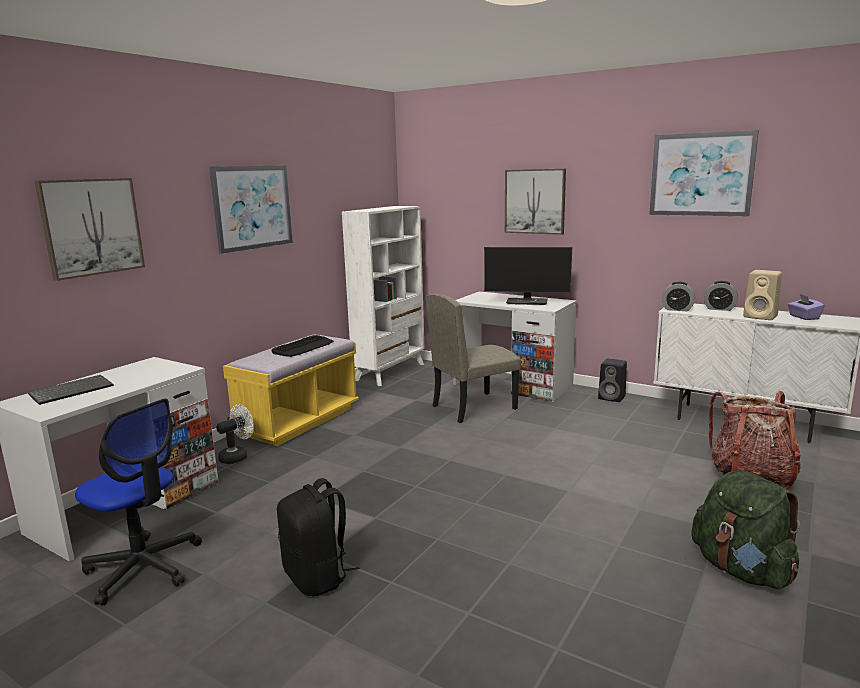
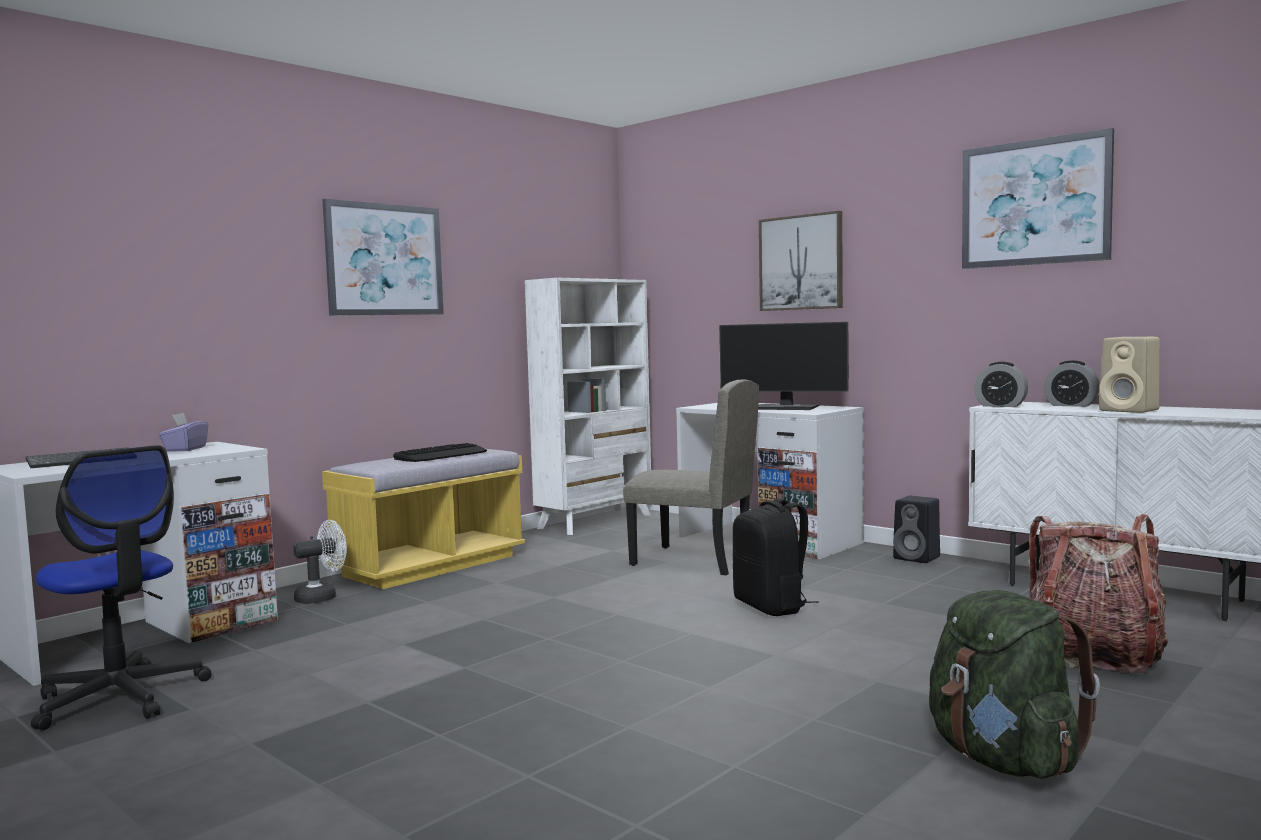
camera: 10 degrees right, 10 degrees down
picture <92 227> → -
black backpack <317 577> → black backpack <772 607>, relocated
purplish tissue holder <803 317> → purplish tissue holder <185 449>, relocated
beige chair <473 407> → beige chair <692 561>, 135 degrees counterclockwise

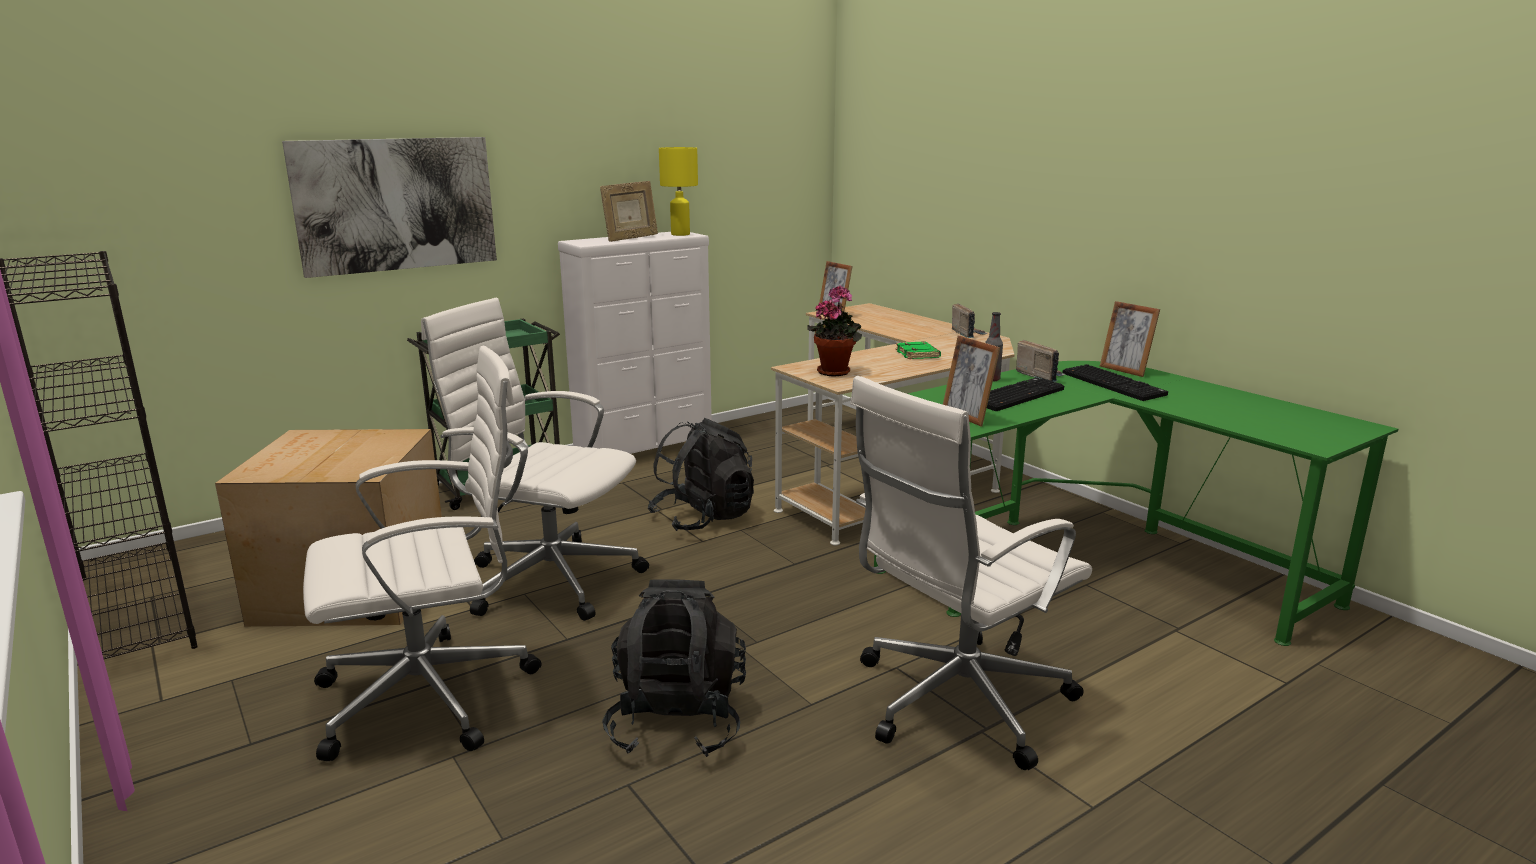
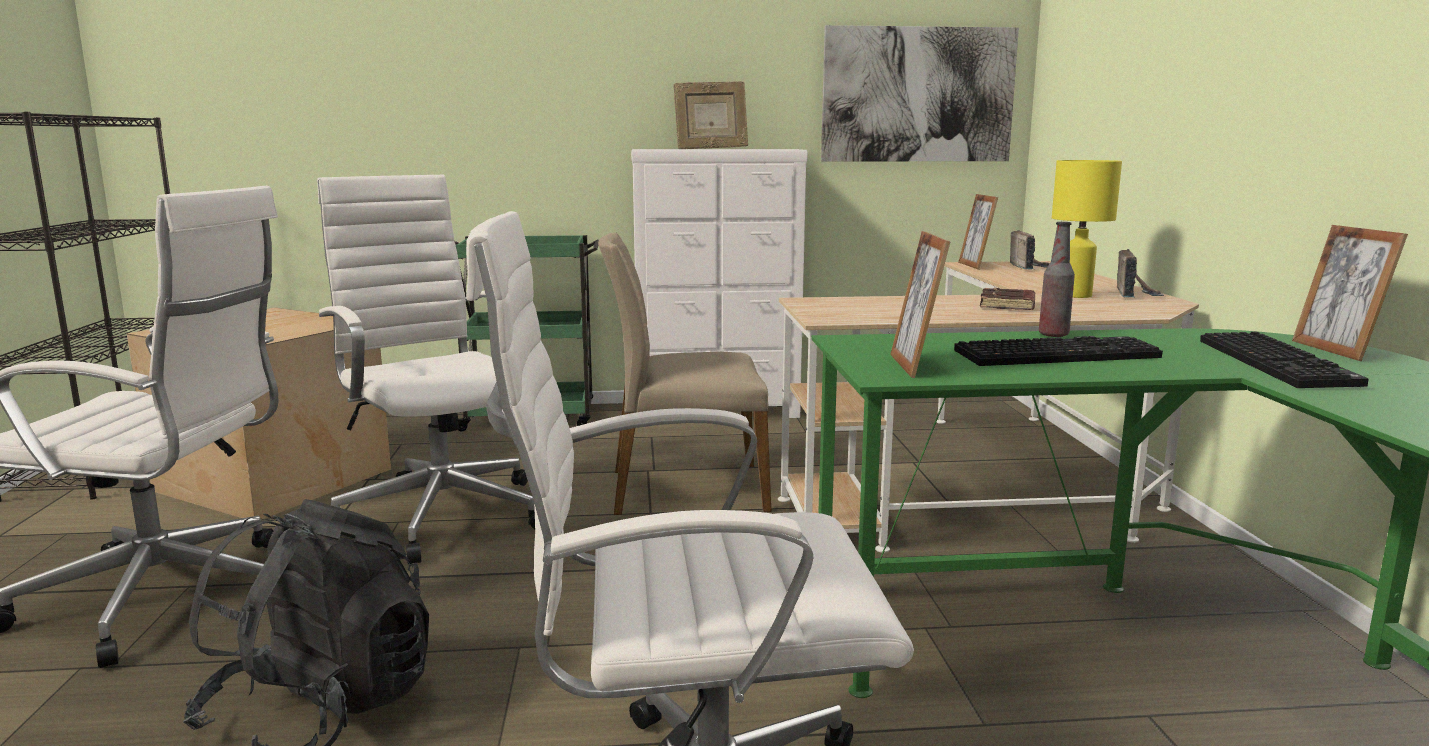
camera: 30 degrees right, 5 degrees down
potted plant <835 371> → -
picture <396 204> → picture <918 95>, relocated
yellowish table lamp <679 234> → yellowish table lamp <1075 295>, relocated
radio receiver <1040 376> → radio receiver <1028 267>, relocated
black backpack <703 518> → beige chair <685 489>
greenish volume <918 354> → brown-coloured volume <1008 305>

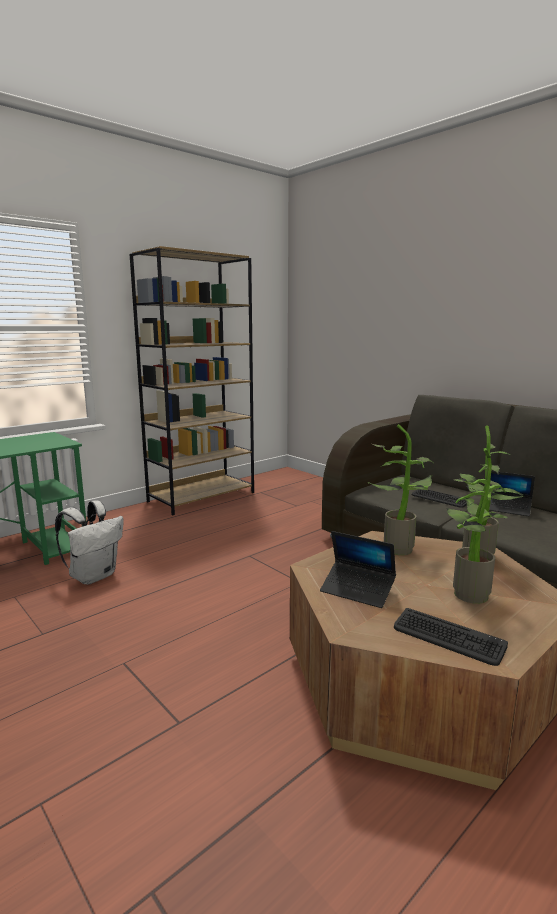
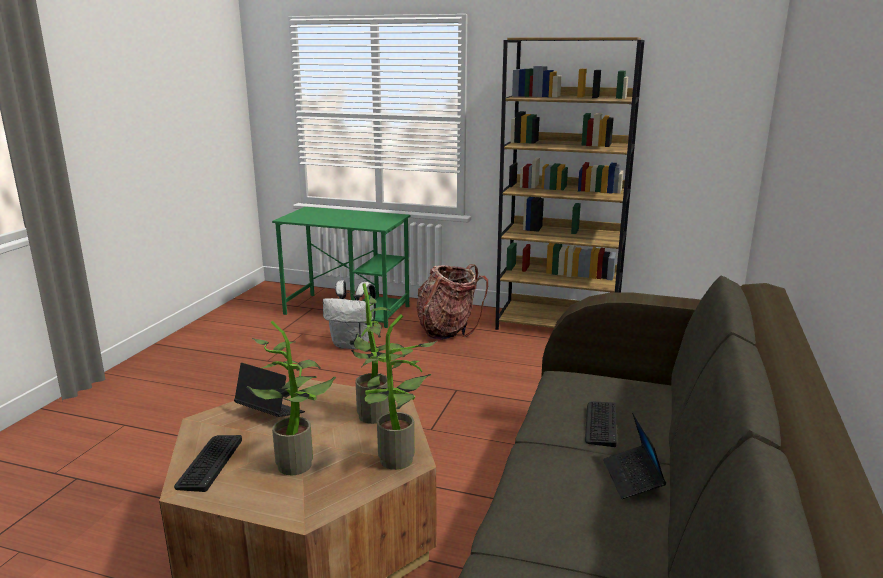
camera: 60 degrees right, 5 degrees up
- → backpack <447 330>
laptop <357 590> → laptop <270 413>, 120 degrees clockwise

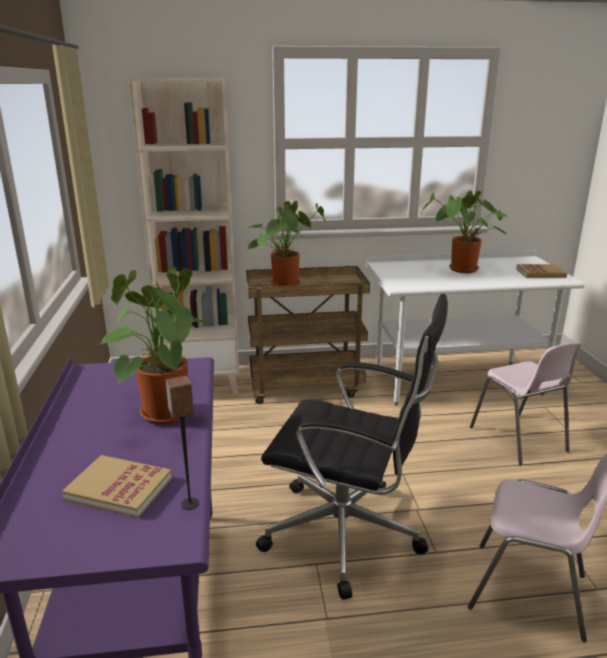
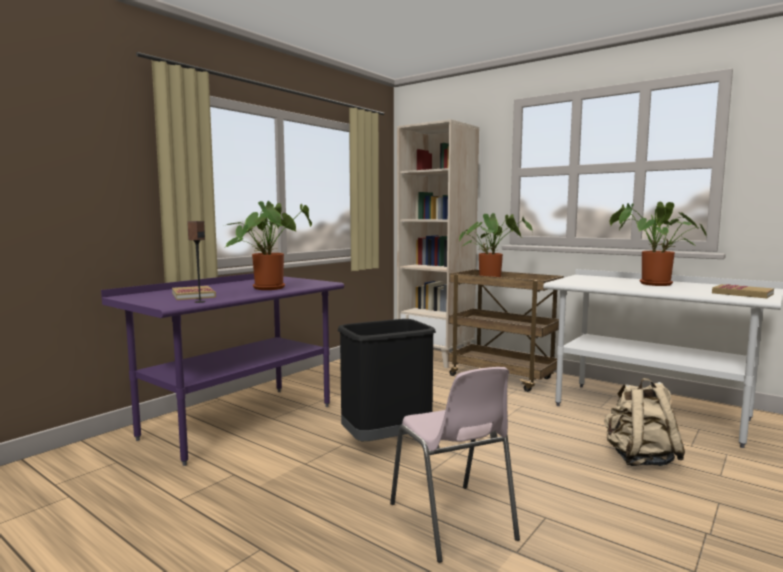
camera: 45 degrees right, 15 degrees down
black office chair <347 534> → black waste bin <386 442>
pinkish chair <518 440> → beige backpack <639 459>

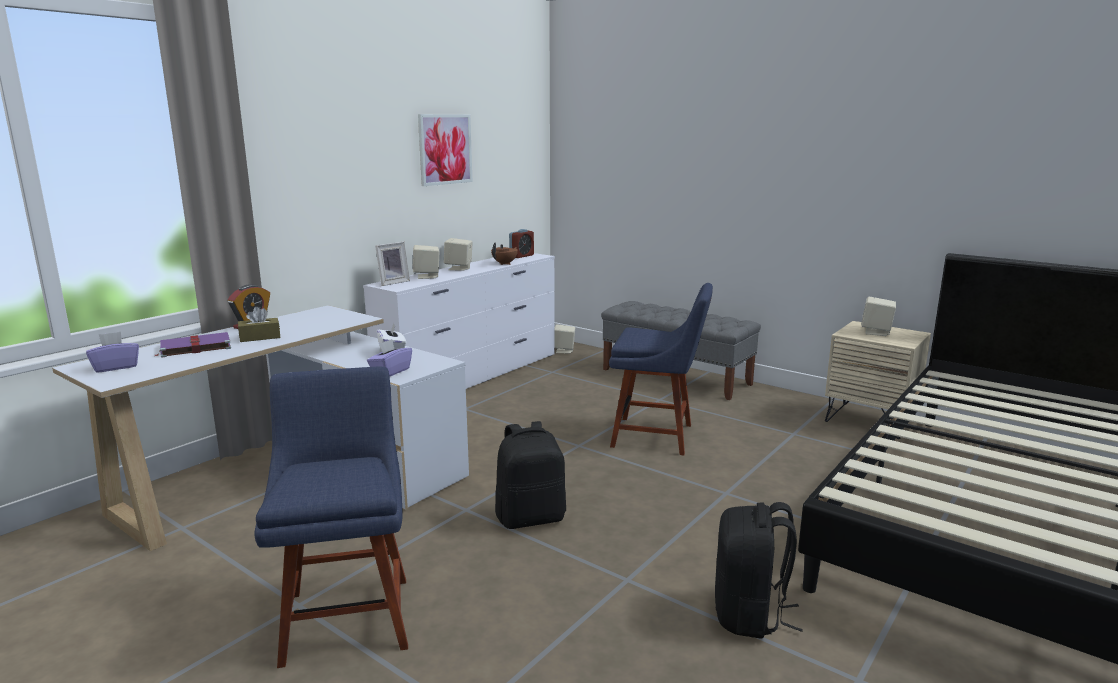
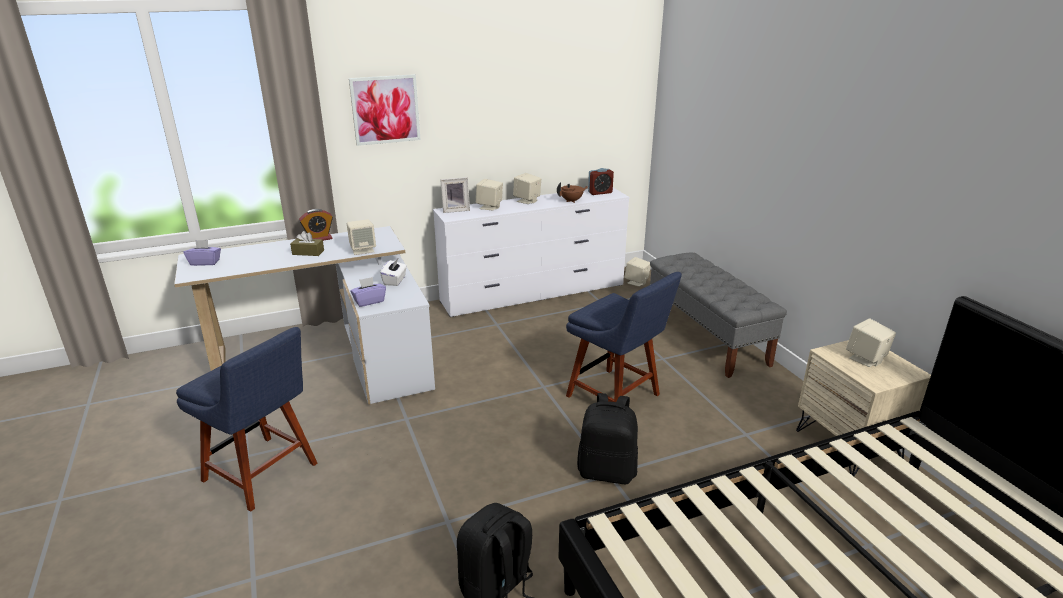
camera: 30 degrees right, 10 degrees up
purplish volume <194 347> → -
- → beige loudspeaker <363 250>
picture <445 149> → picture <385 109>, relocated
black backpack <531 518> → black backpack <607 471>, relocated
bluish chair <347 614> → bluish chair <264 474>, 105 degrees clockwise

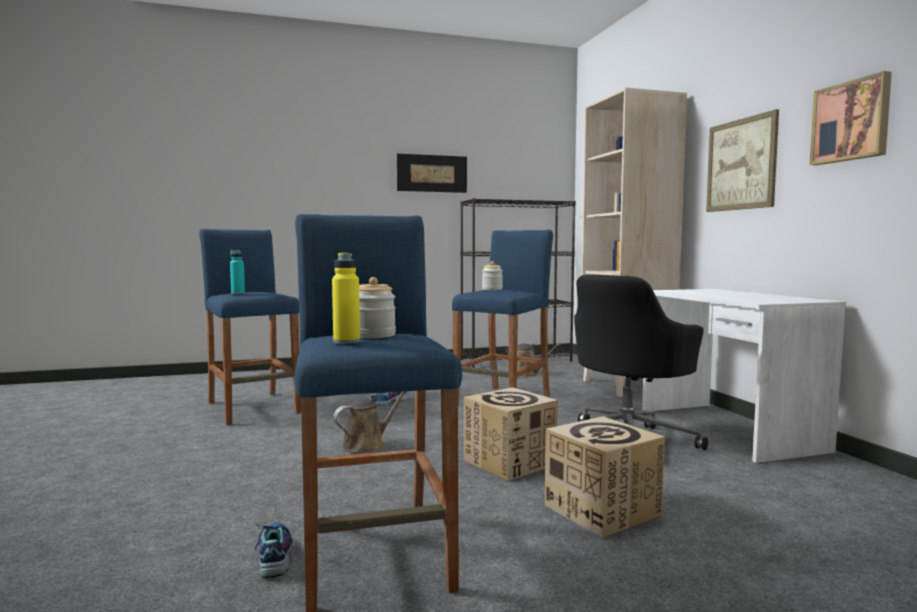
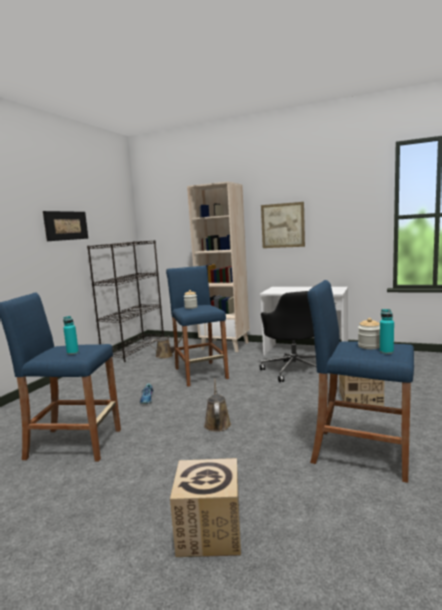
camera: 50 degrees left, 5 degrees up
low shoe <274 556> → -
picture <851 121> → -
packing box <509 463> → packing box <210 531>, relocated
yellowish beverage bottle <346 341> → blue-green beverage bottle <386 352>

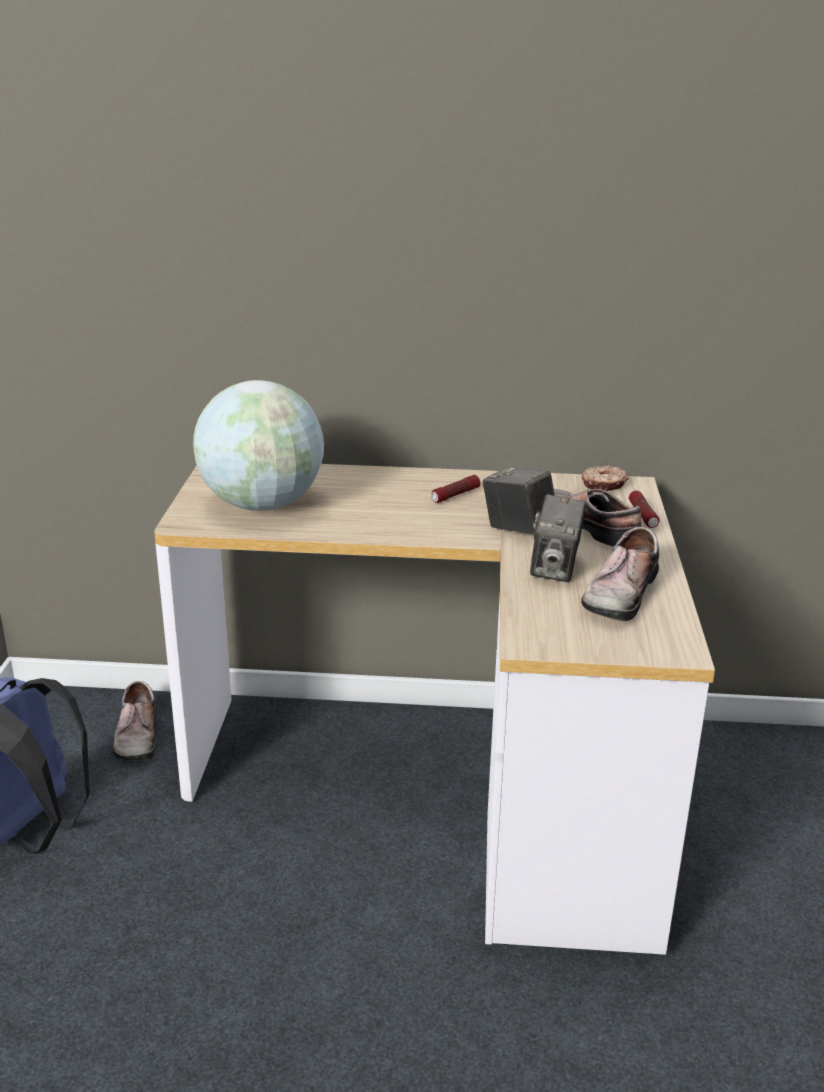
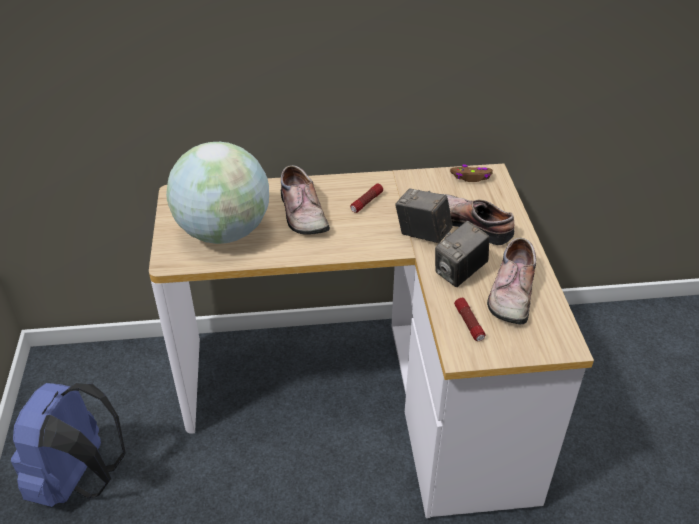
camera: 10 degrees left, 15 degrees up
low shoe <135 735> → low shoe <300 213>, relocated
flashlight <643 516> → flashlight <469 324>, relocated
donut <604 485> → brown-coloured joypad <471 177>
still camera <555 569> → still camera <459 273>, 45 degrees clockwise

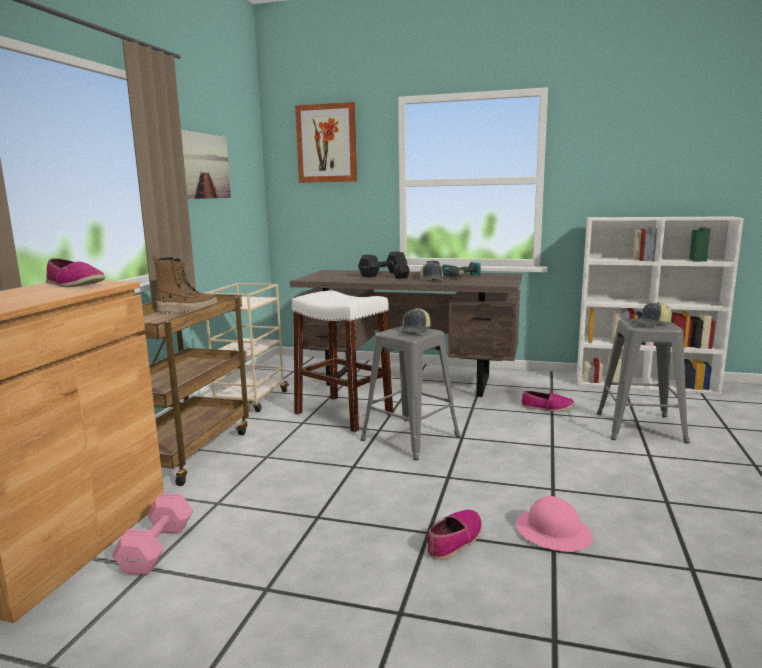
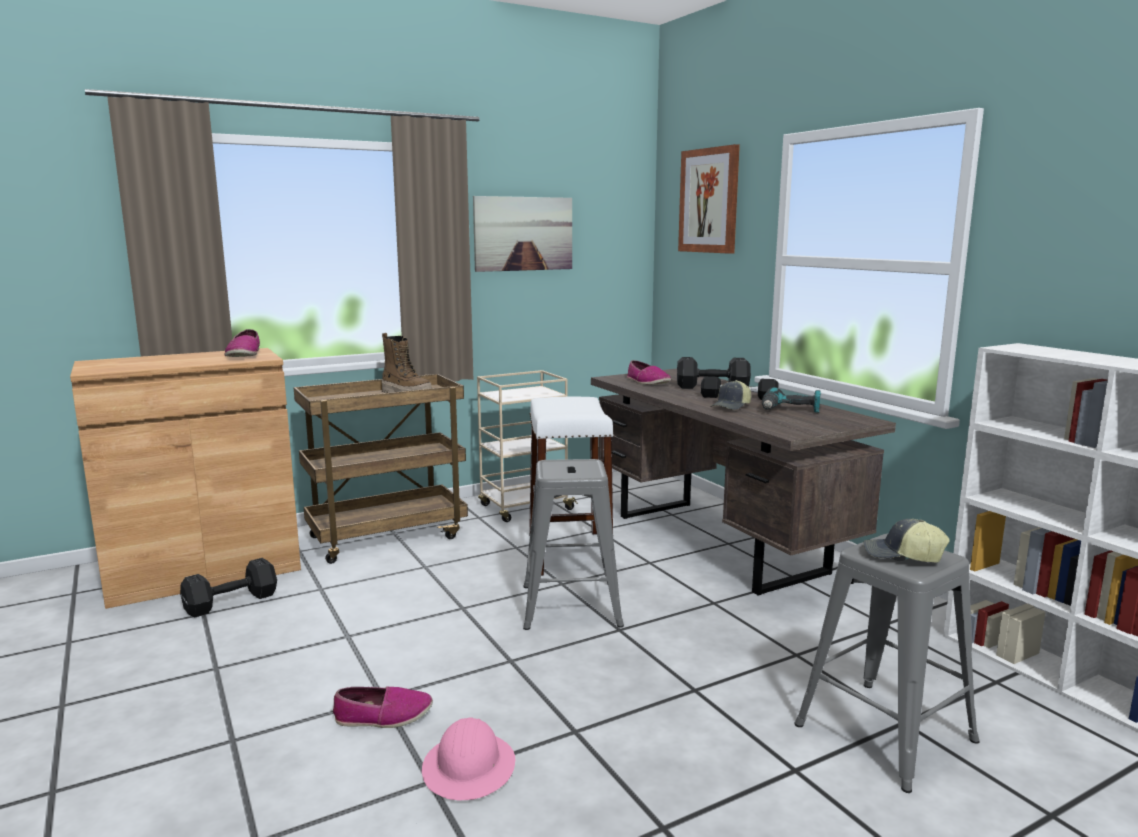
camera: 45 degrees right, 0 degrees up
baseball cap <416 331> → -
low shoe <547 407> → low shoe <647 382>, relocated
pinkish free weight <155 549> → black free weight <229 603>

